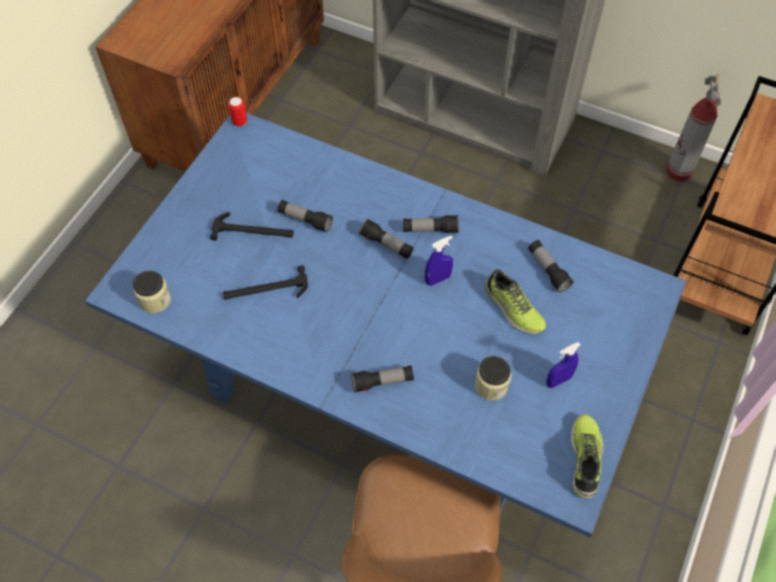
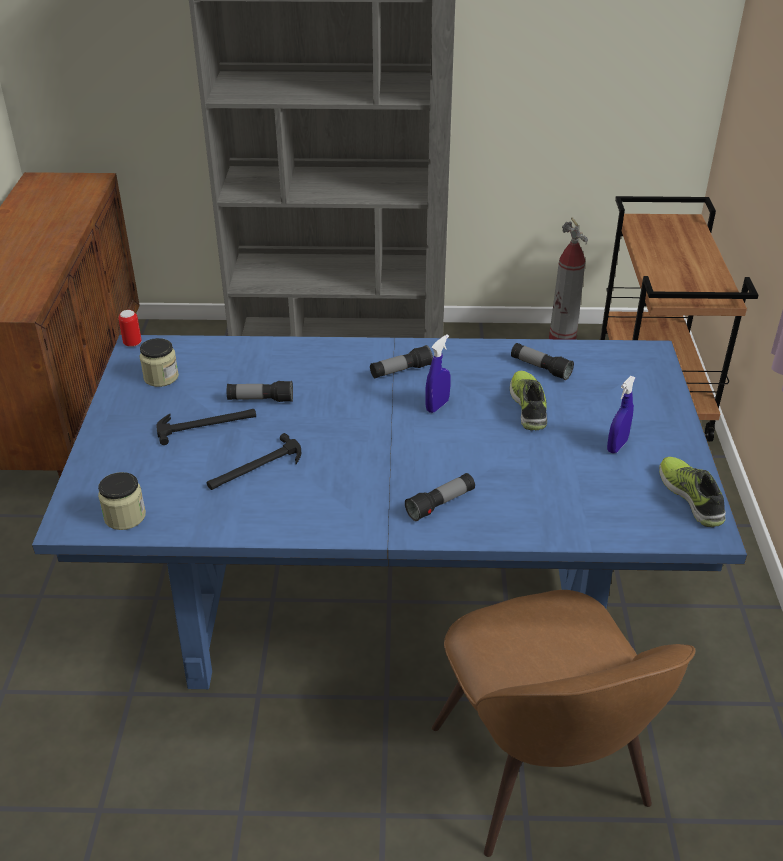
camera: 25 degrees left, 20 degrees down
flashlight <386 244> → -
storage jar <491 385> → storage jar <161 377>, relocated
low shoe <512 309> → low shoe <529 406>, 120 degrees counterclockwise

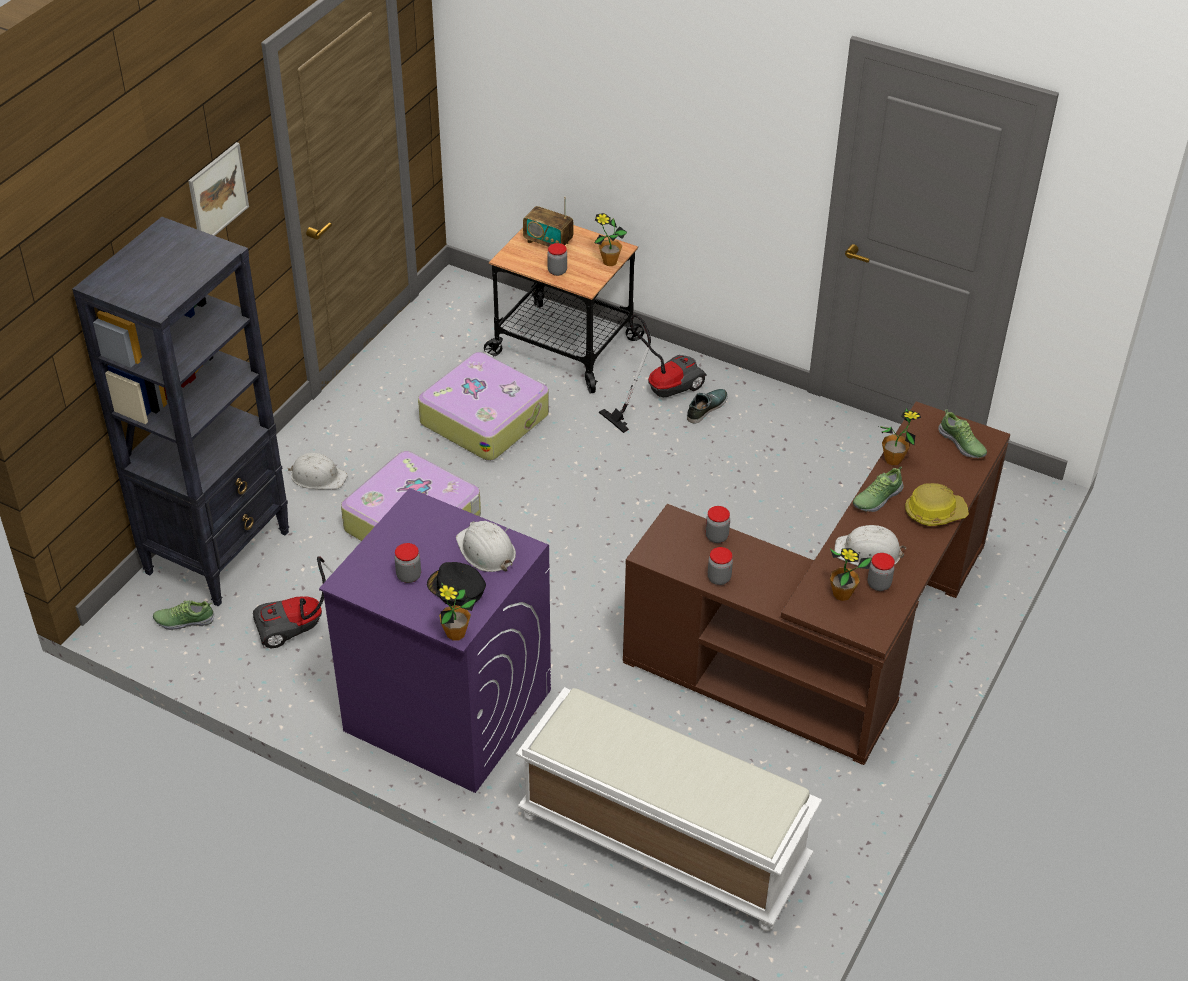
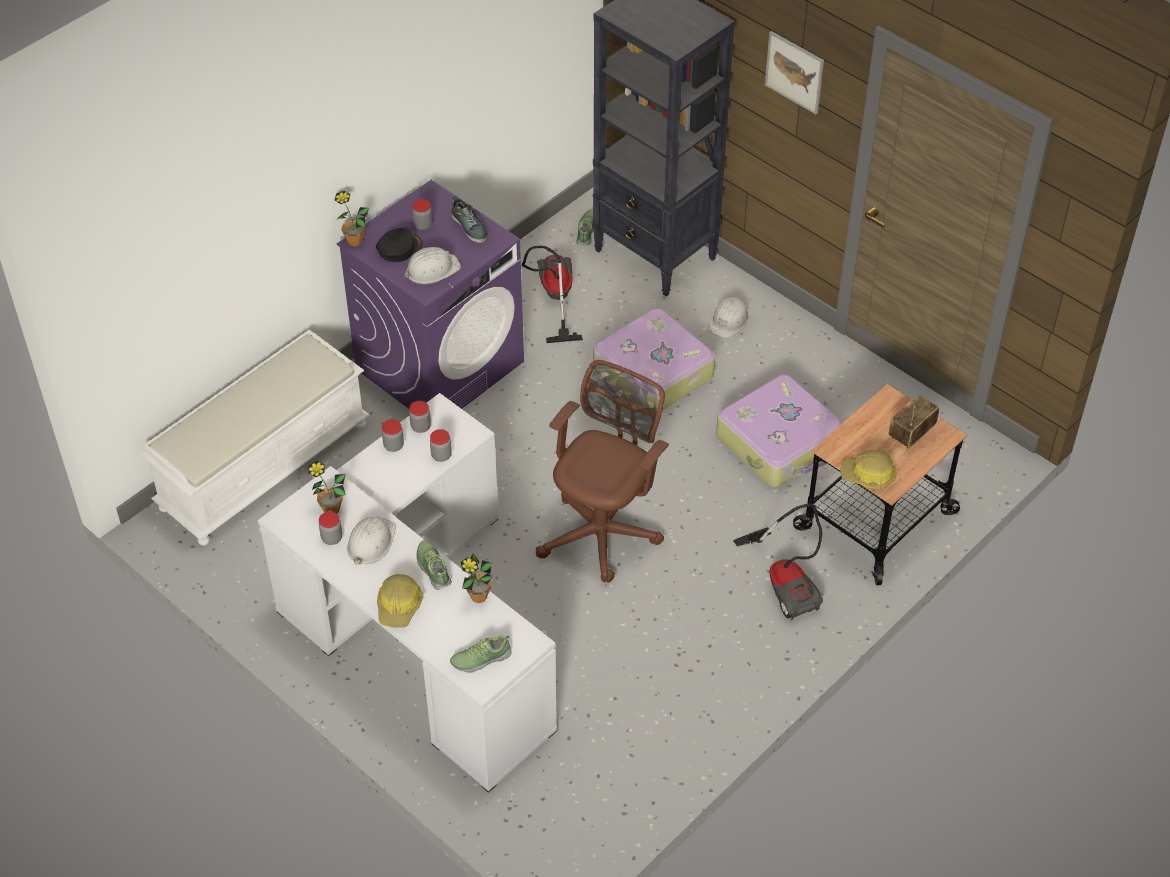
camera: 105 degrees right, 5 degrees up
- → brown-coloured office chair <603 531>
storage jar <557 271> → storage jar <420 427>, relocated
low shoe <706 408> → low shoe <470 227>, relocated
potted plant <609 262> → safety helmet <868 475>
brown-coloured desk table <830 641> → white-coloured desk table <416 629>

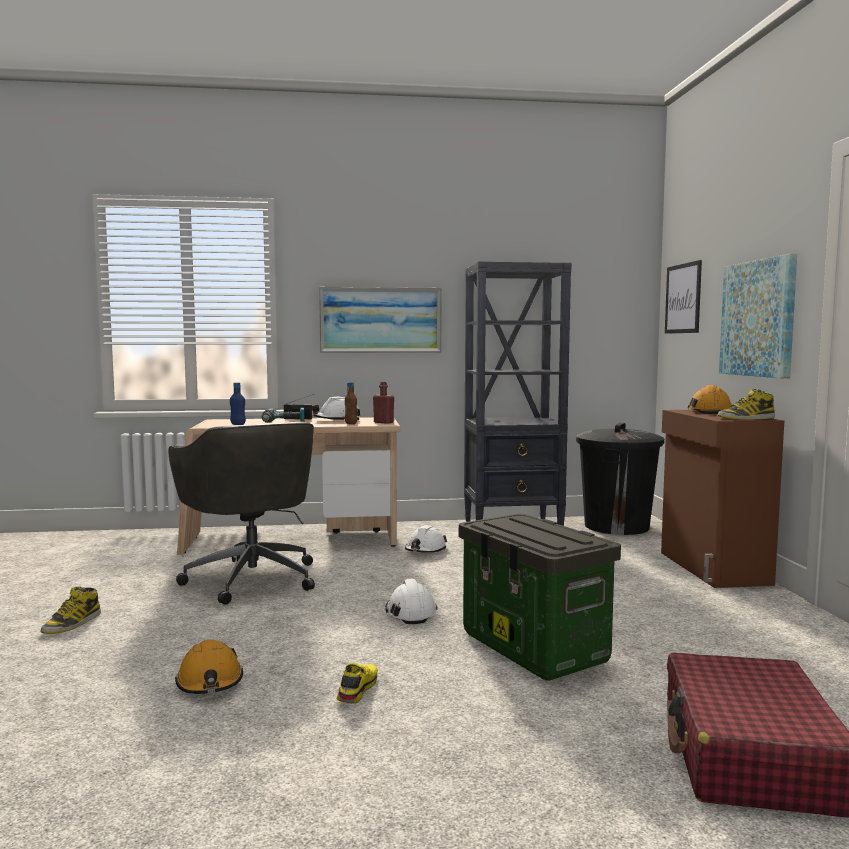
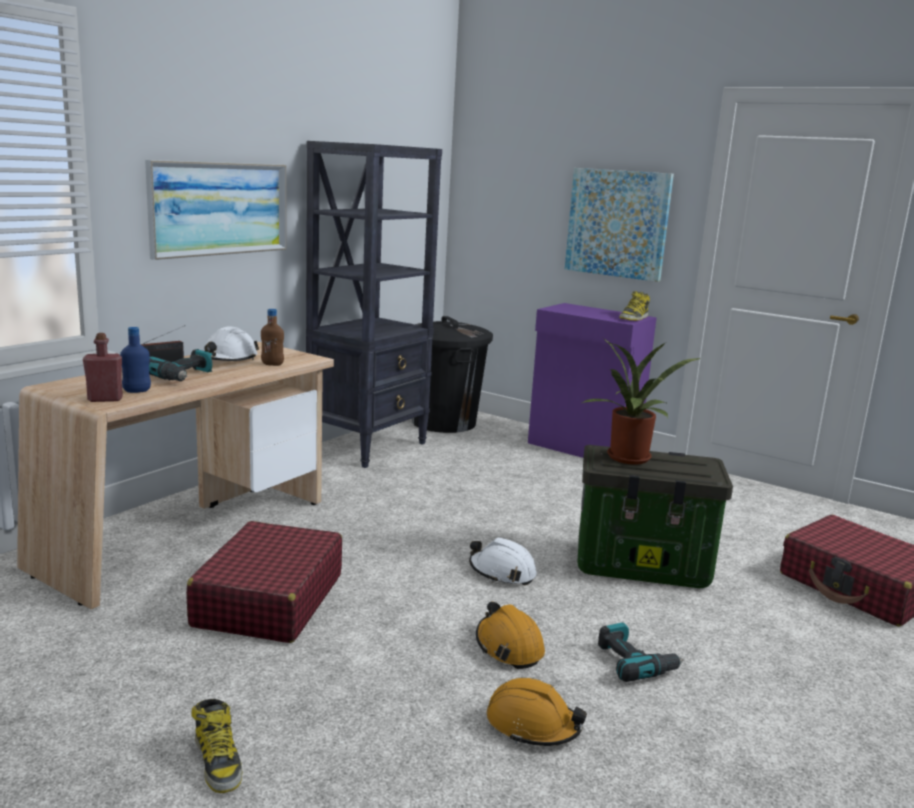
camera: 50 degrees left, 10 degrees up
white-coloured safety helmet <425 550> → -
picture <683 298> → -
- → potted plant <630 459>
reddish beverage bottle <383 422> → reddish beverage bottle <105 399>, relocated
orange safety helmet <710 411> → orange safety helmet <508 646>, relocated
grey office chair <251 578> → reddish piece of luggage <268 600>
yellowish low shoe <356 690> → electric drill <635 662>
brown-coloured cupboard <712 568> → purplish cupboard <583 448>

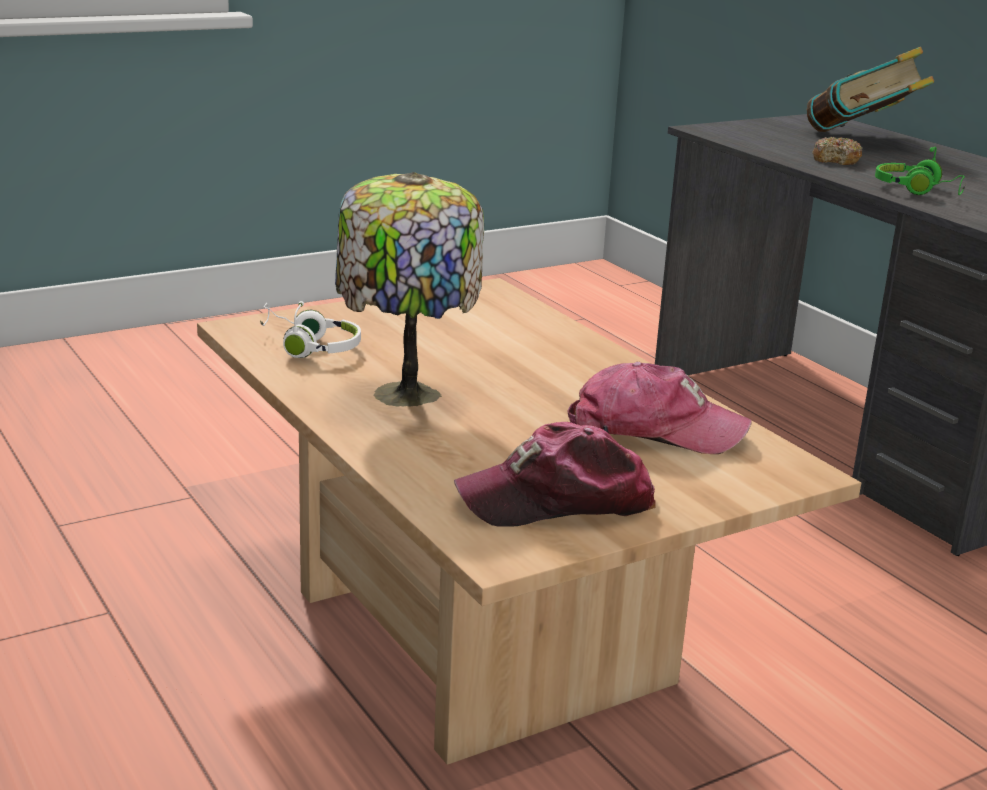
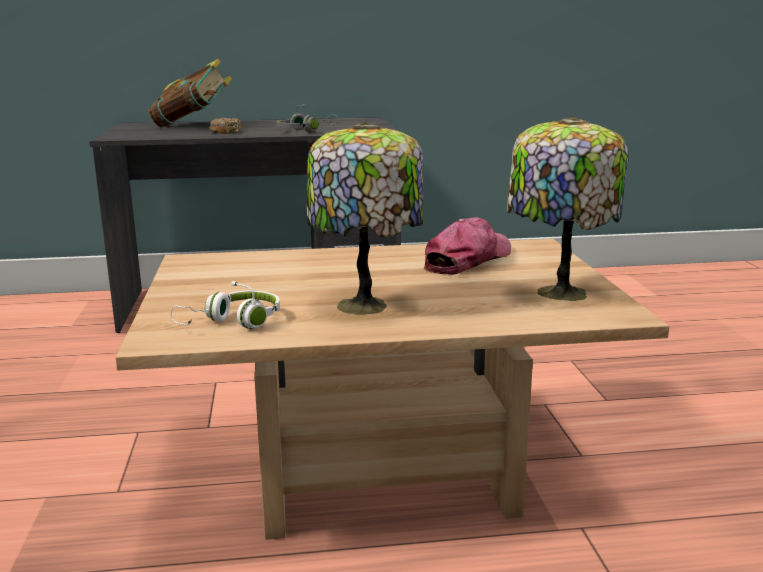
camera: 65 degrees left, 5 degrees down
baseball cap <557 502> → table lamp <558 293>
greenish headset <918 191> → grey headset <304 131>

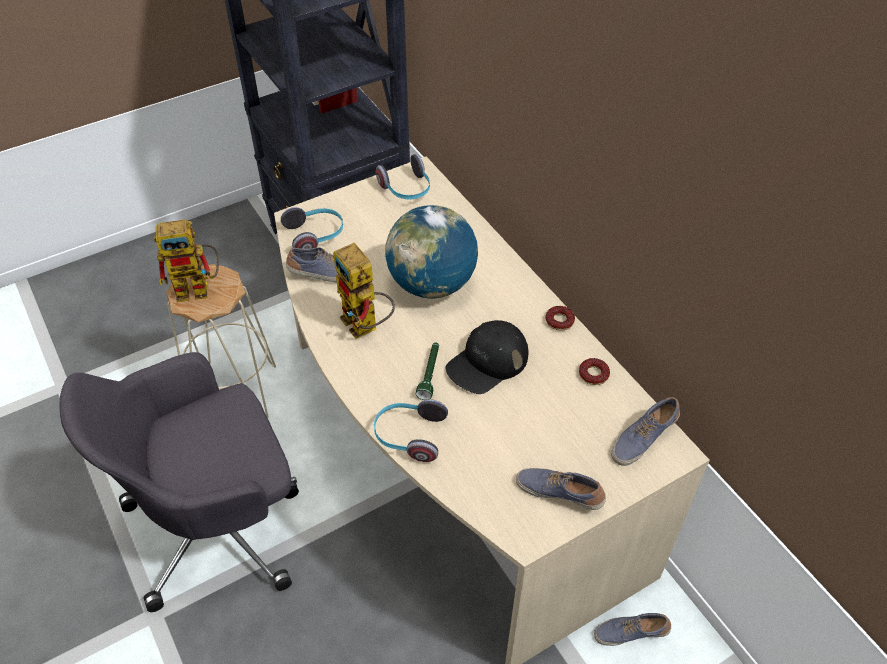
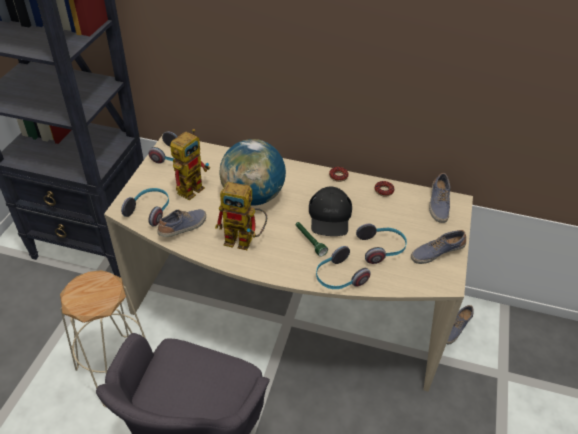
camera: 45 degrees left, 5 degrees down
- → headset <381 249>
toy robot <199 288> → toy robot <192 186>, relocated

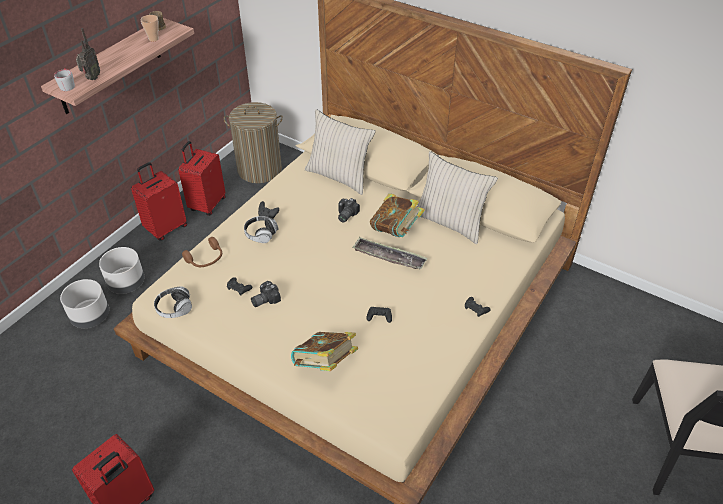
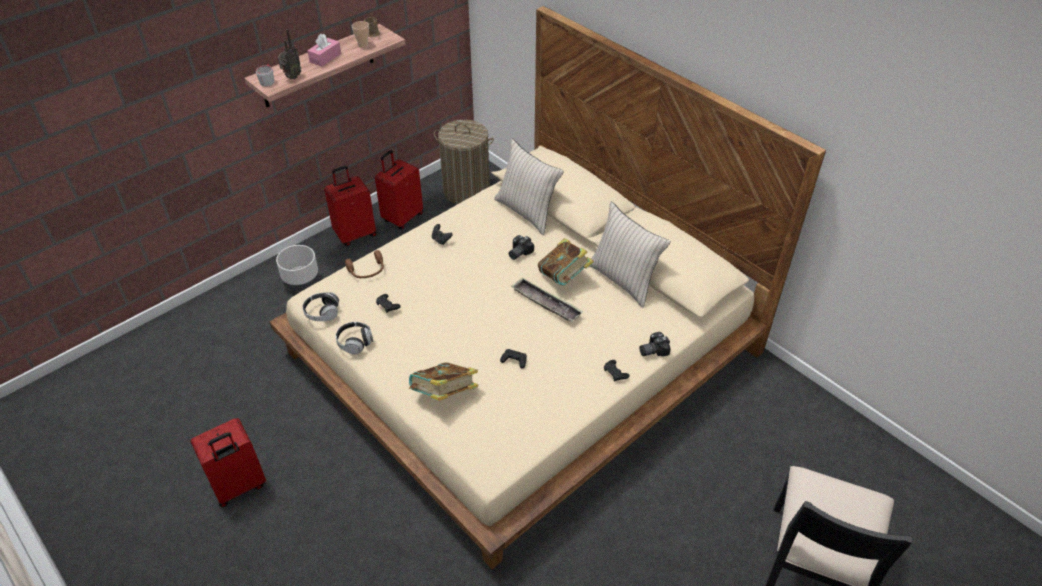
camera: 15 degrees right, 0 degrees up
grey flower pot <91 316> → -
- → pinkish tissue holder <325 58>
headset <261 234> → headset <355 343>, relocated
still camera <264 299> → still camera <652 350>, relocated

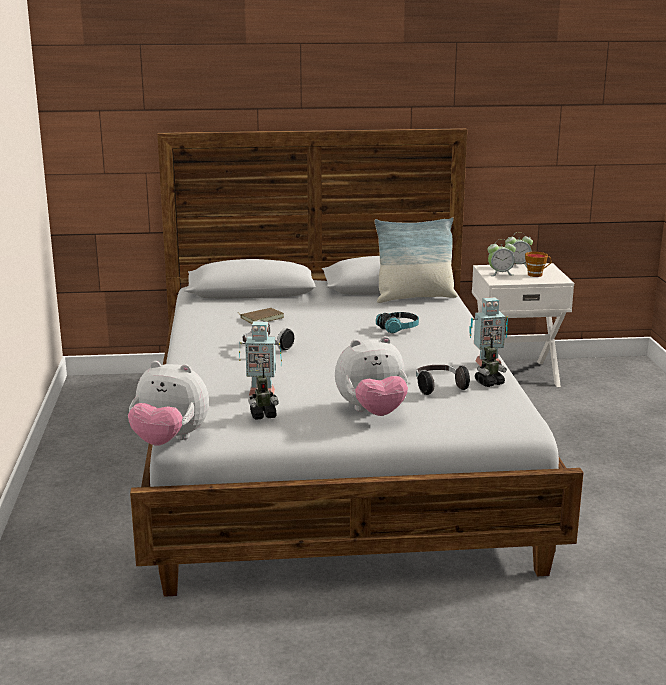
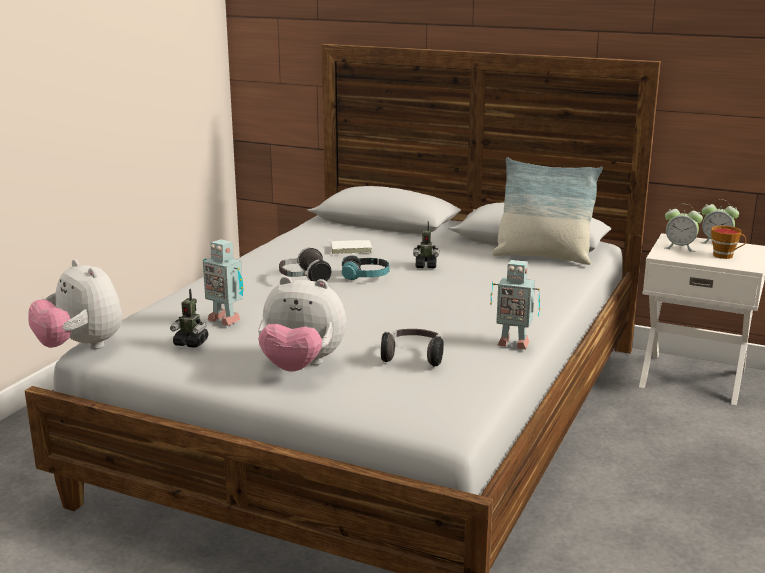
camera: 30 degrees right, 0 degrees up
headset <398 328> → headset <365 276>, relocated
toy robot <489 383> → toy robot <426 266>, relocated
brown-coloured volume <261 318> → white-coloured volume <350 249>

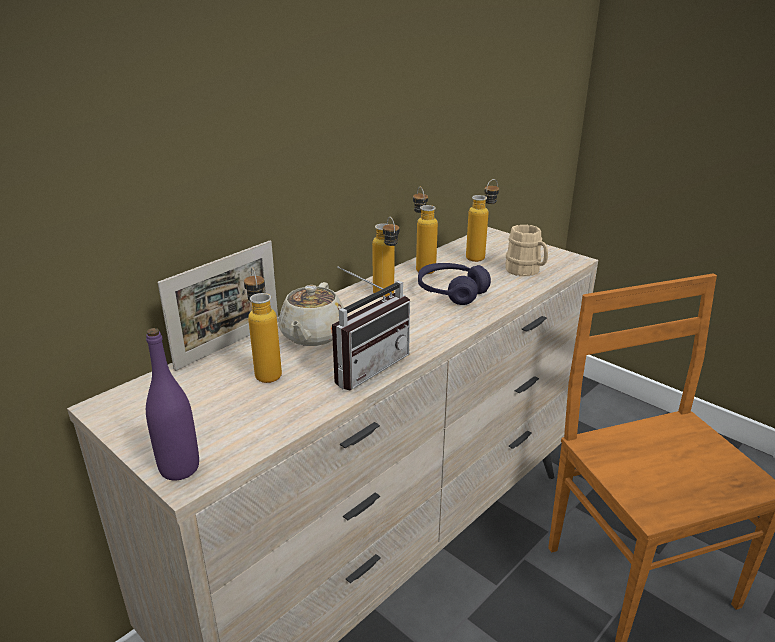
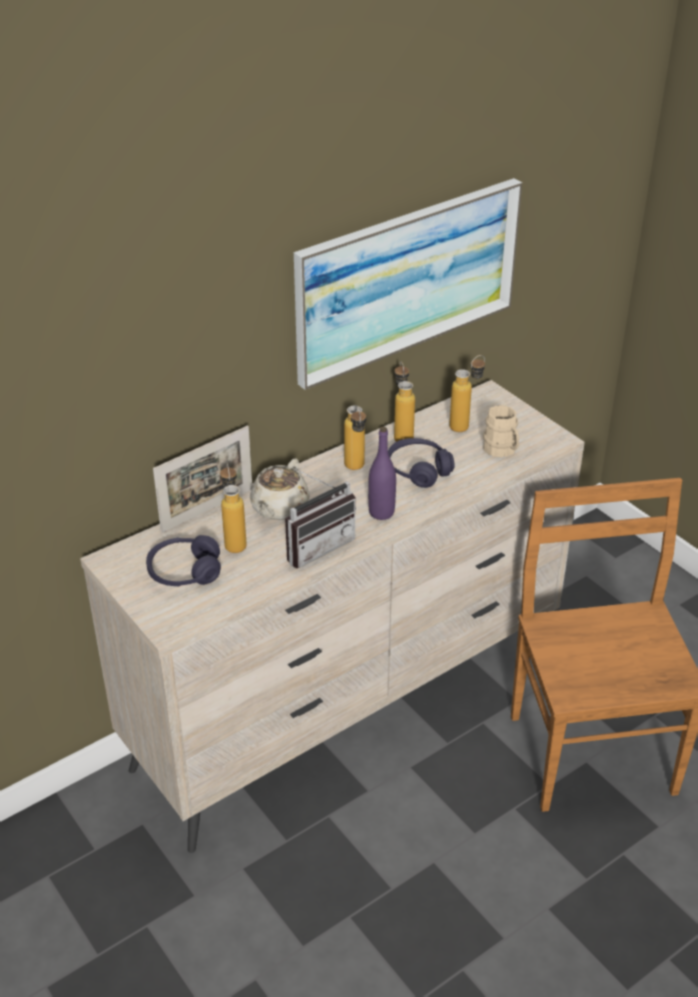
camera: 10 degrees right, 10 degrees up
- → purplish headset <184 572>
- → picture <407 279>
purplish beverage bottle <179 468> → purplish beverage bottle <381 512>, relocated

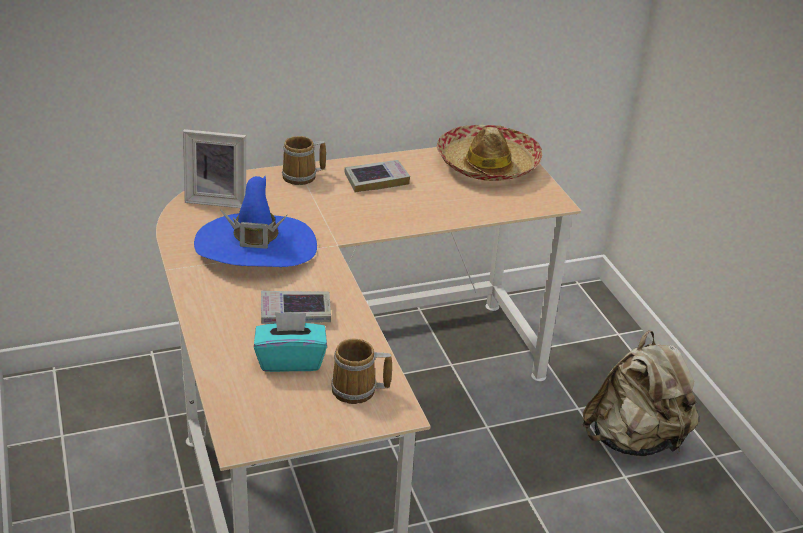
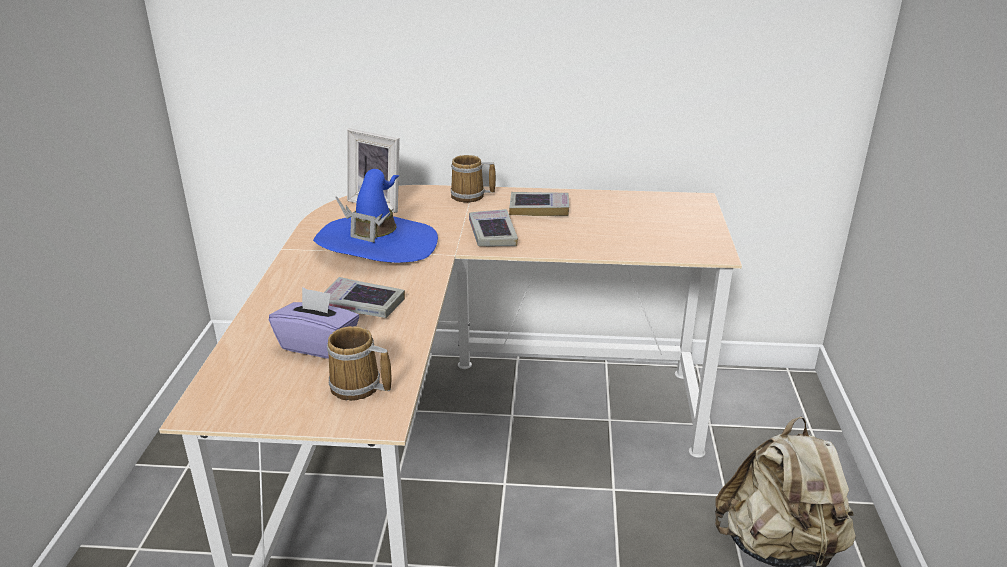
camera: 25 degrees right, 5 degrees down
hat <487 165> → -
- → volume <492 233>
blue-green tissue holder <290 360> → purplish tissue holder <318 345>

